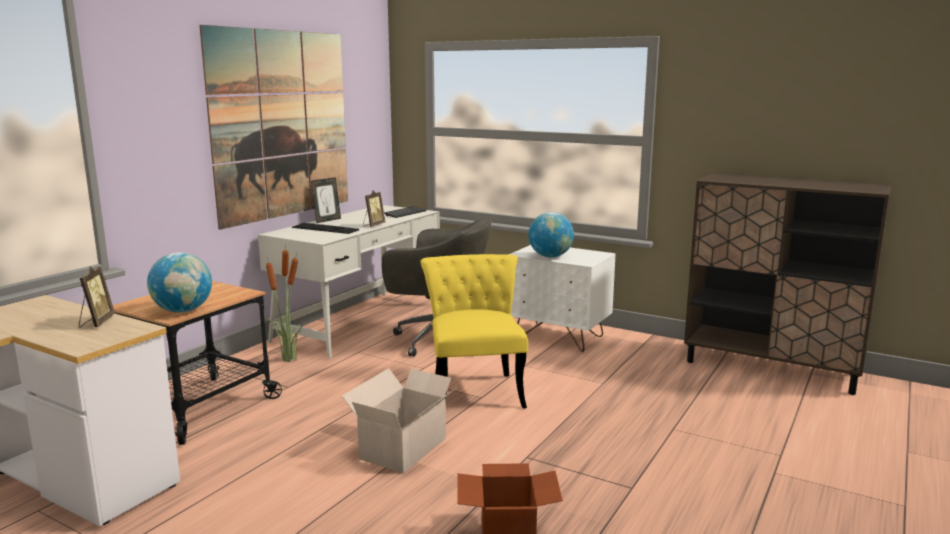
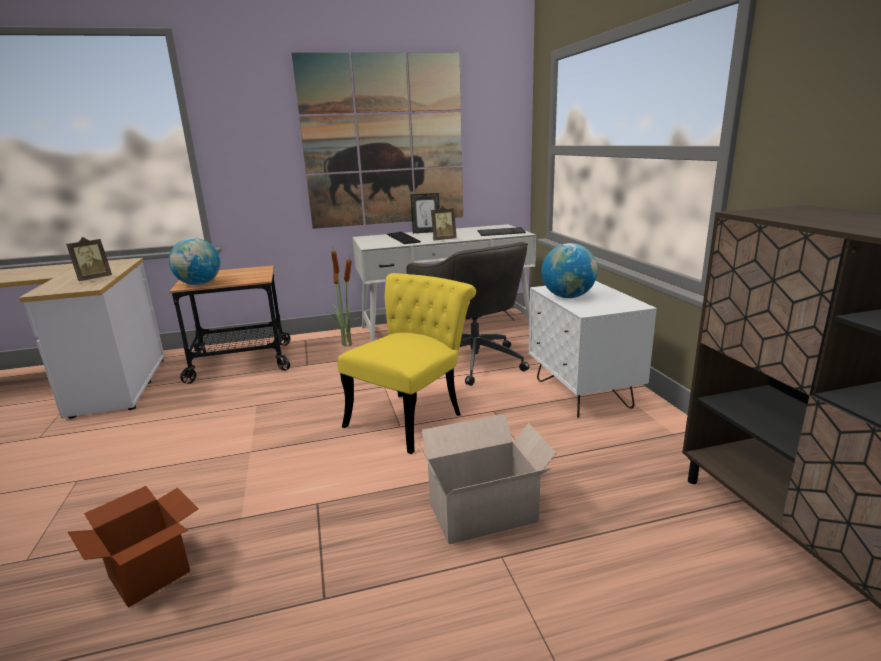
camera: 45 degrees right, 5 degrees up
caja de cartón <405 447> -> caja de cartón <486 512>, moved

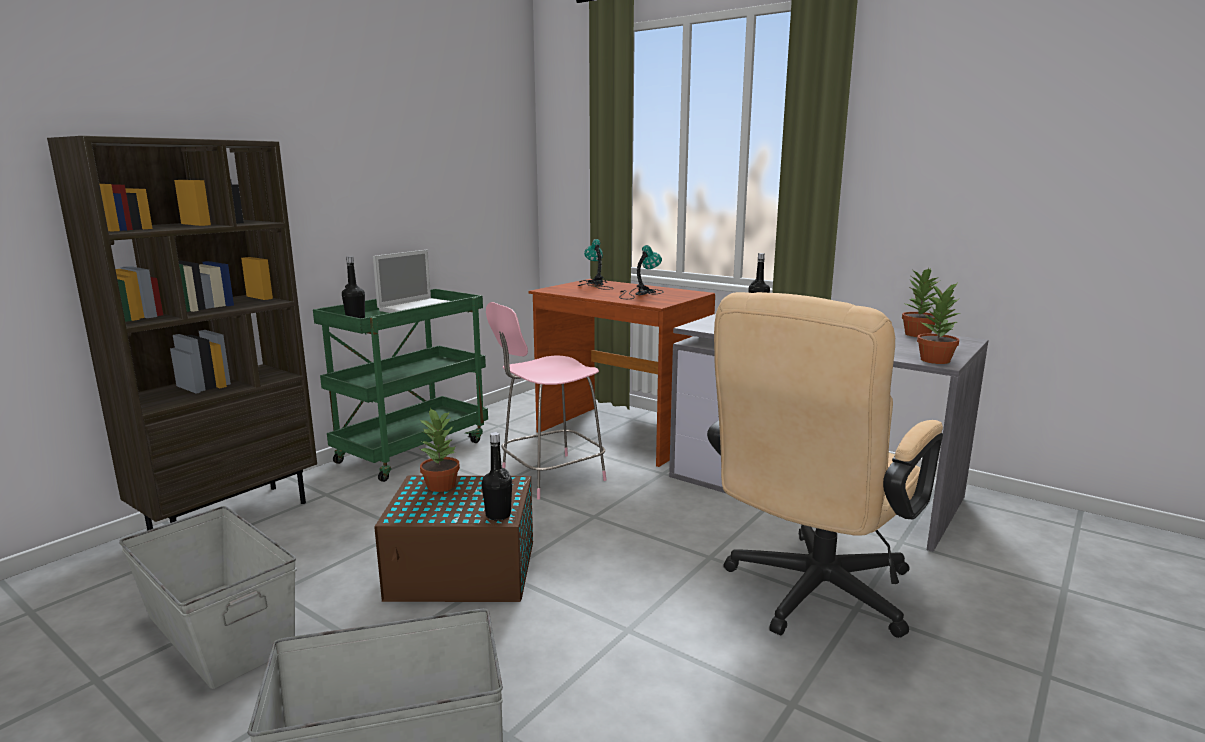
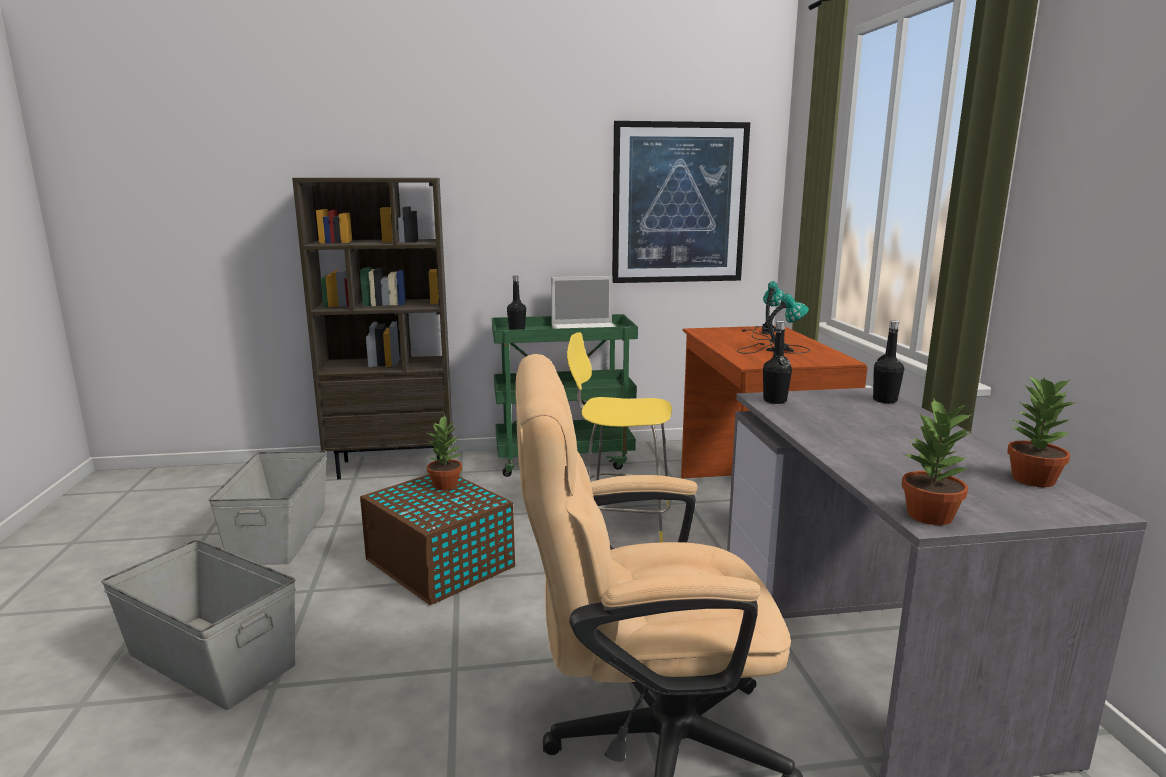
camera: 45 degrees right, 0 degrees up
taburete/rosa <549 476> -> taburete/amarillo <622 519>
botella/negro <498 515> -> botella/negro <775 401>, moved
none -> cuadro <679 203>

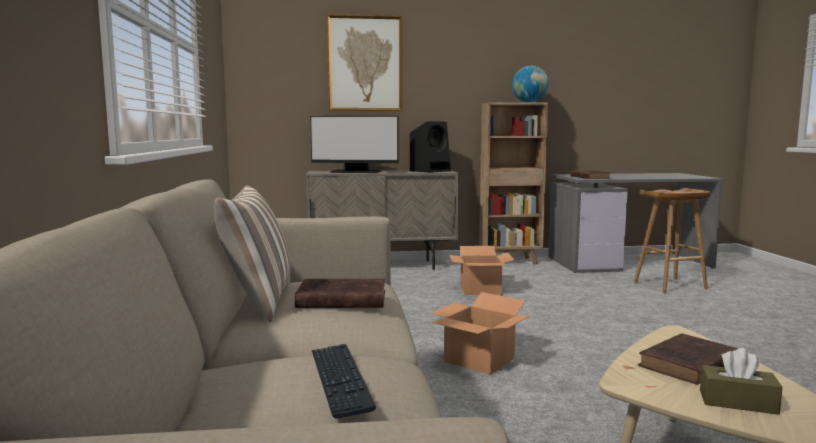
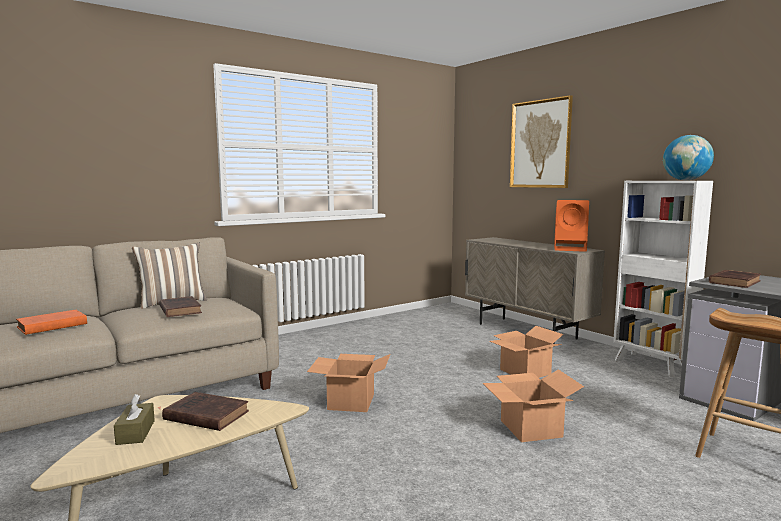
camera: 60 degrees right, 0 degrees up
estantería/marrón <510 261> -> estantería/blanco <652 365>
monitor <356 172> -> none
altavoz/negro <430 171> -> altavoz/naranja <571 249>
teclado <340 380> -> libro/naranja <50 326>
none -> caja de cartón <531 429>

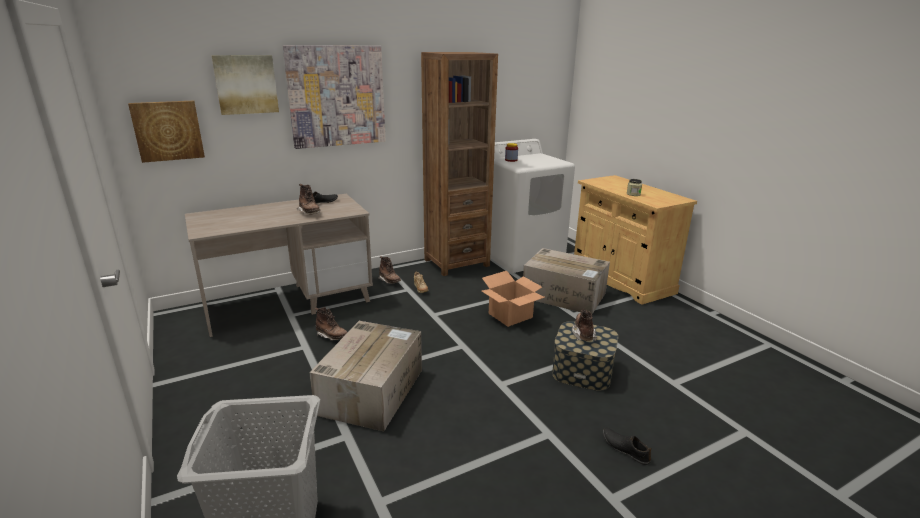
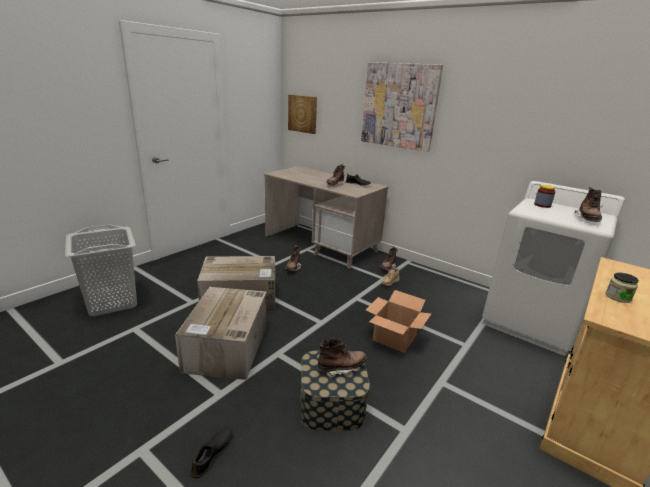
camera: 65 degrees right, 0 degrees up
estantería/marrón <456 262> -> none
cuadro <246 84> -> none
caja de cartón <565 295> -> caja de cartón <227 347>, moved
none -> bota/marrón <587 219>

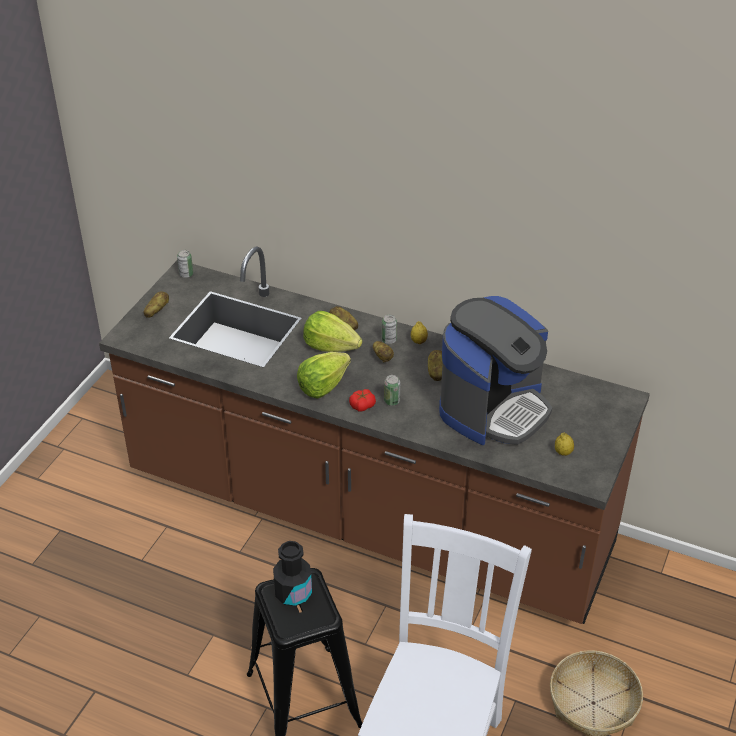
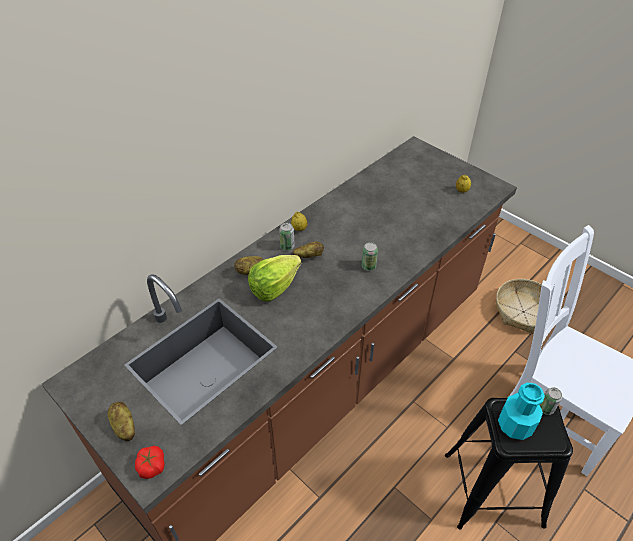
camera: 70 degrees left, 5 degrees up
lata <186 274> -> lata <546 408>, moved
cafetera <493 408> -> none
patata <436 372> -> none
lechuga <323 386> -> none
tomate <362 405> -> tomate <151 466>, moved
botella/negro <293 593> -> botella/turquesa <515 425>

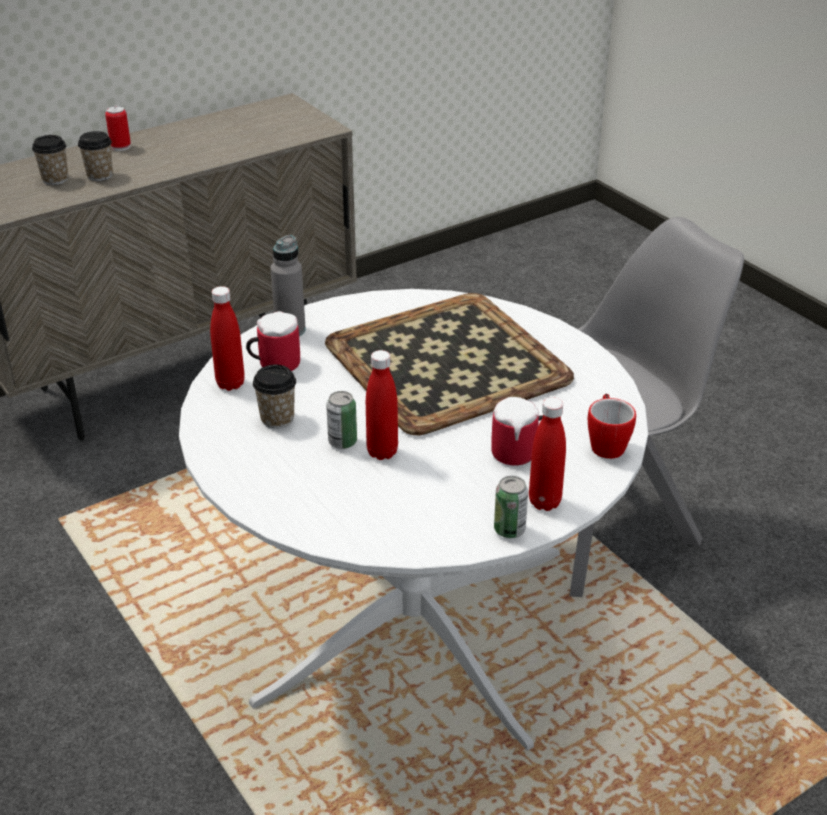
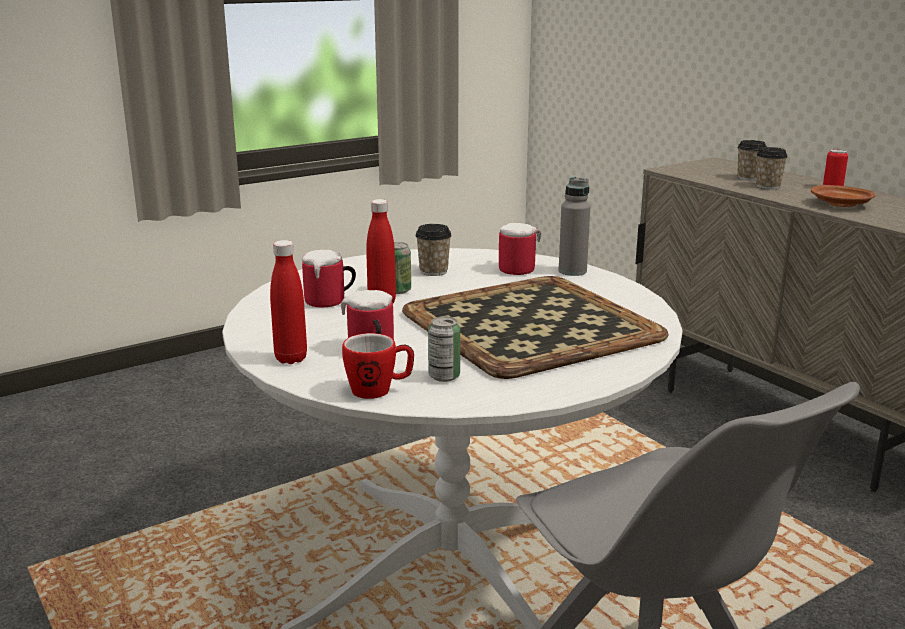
camera: 90 degrees right, 15 degrees down
botella/rojo <230 384> -> none
lata <509 530> -> lata <444 376>, moved
none -> plato/marrón <841 204>
none -> taza grande <330 301>

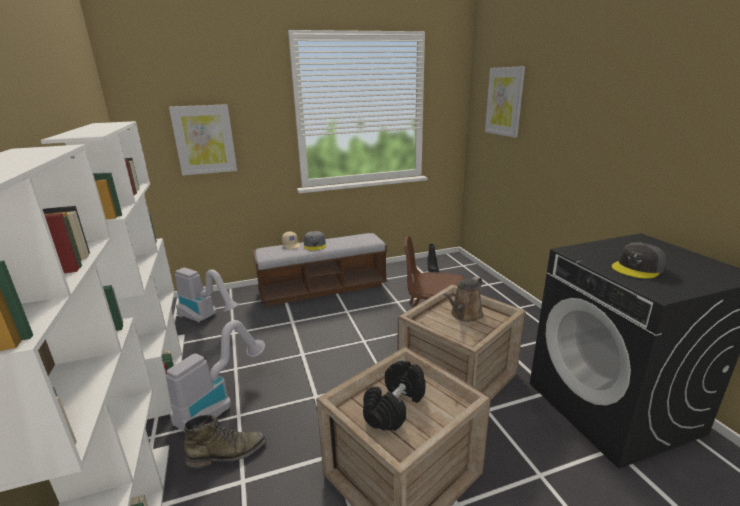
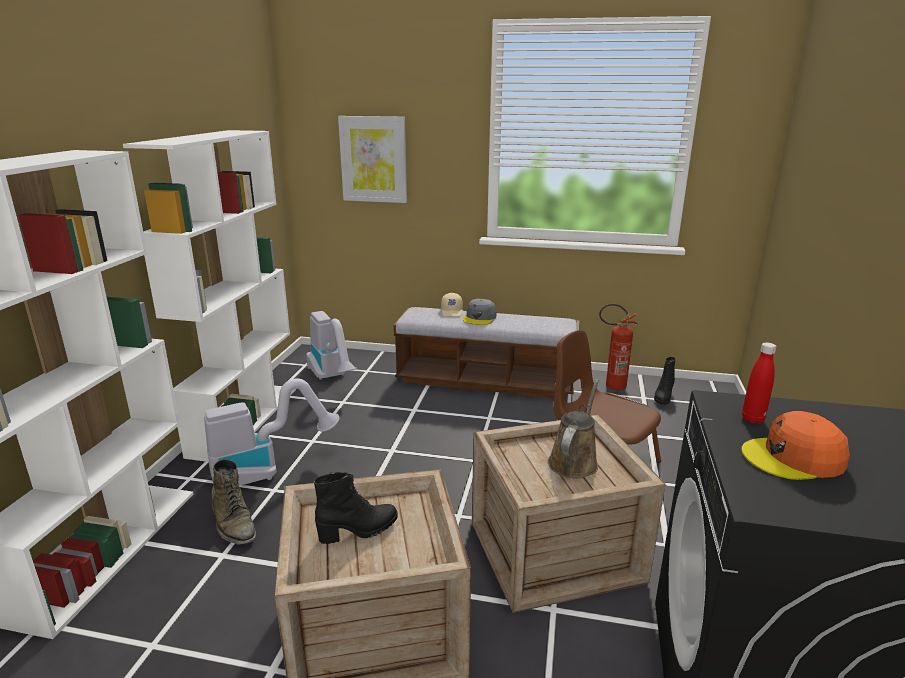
camera: 30 degrees right, 0 degrees up
cuadro <504 101> -> none
gorra/gris <638 268> -> gorra/naranja <793 458>
regadera/marrón <465 315> -> regadera/marrón <574 461>, 135 degrees clockwise
mancuerna/negro <394 406> -> bota/negro <359 530>
bota/verde <227 453> -> bota/verde <233 522>, 45 degrees clockwise
none -> extintor <610 386>
none -> botella/rojo <752 419>

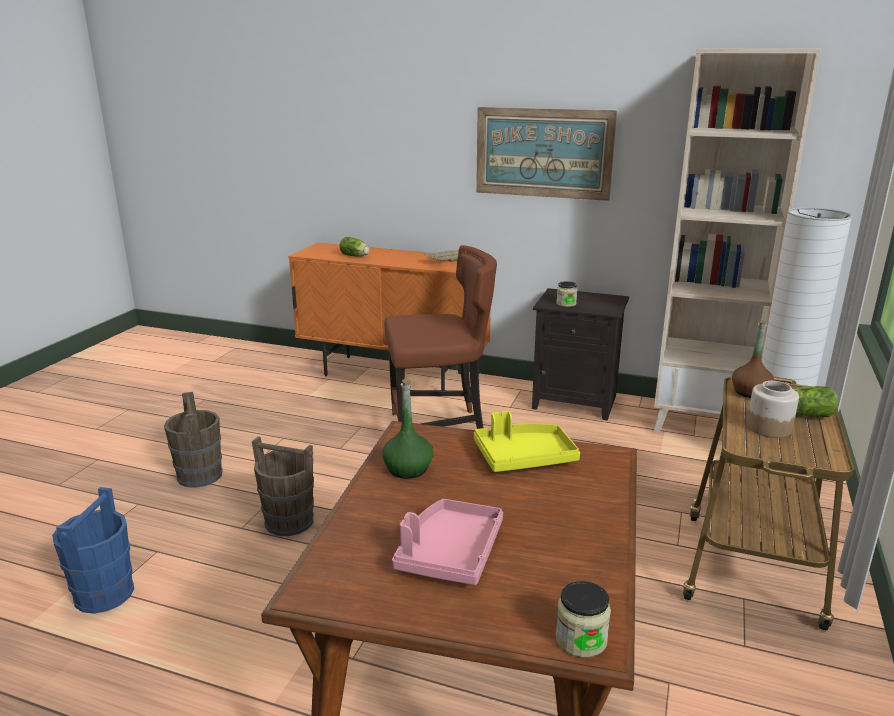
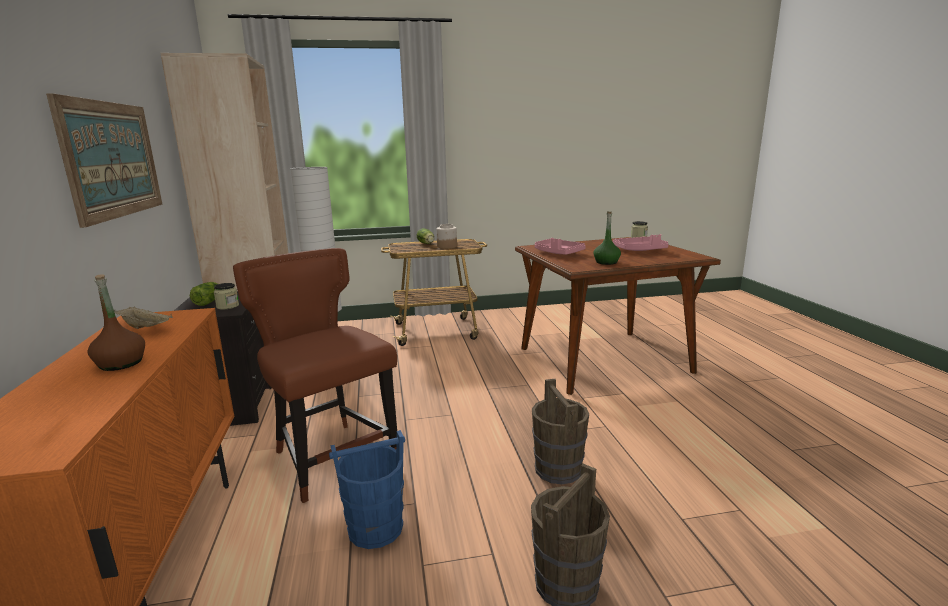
camera: 120 degrees left, 5 degrees down
lechuga <355 256> -> lechuga <210 301>, moved
botella/marrón <750 392> -> botella/marrón <121 363>, moved
bandeja/amarillo <523 457> -> bandeja/rosa <558 253>
cubo/azul <104 593> -> cubo/azul <375 528>, moved

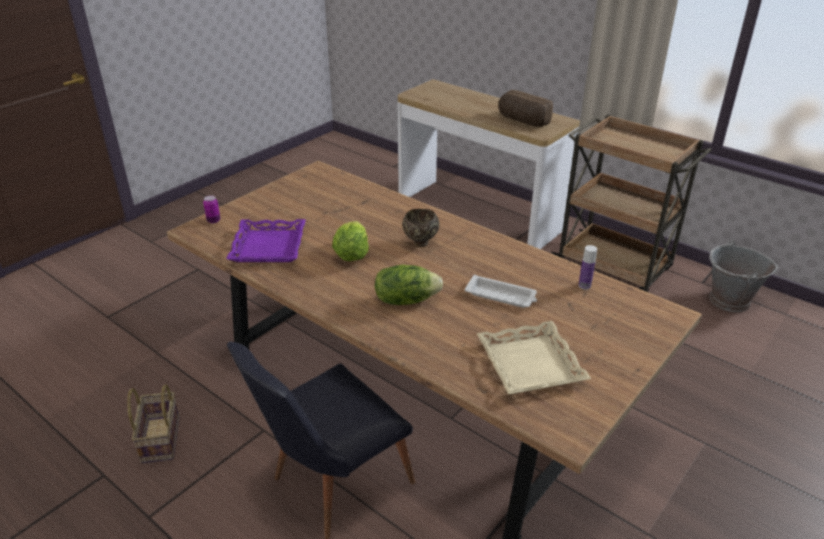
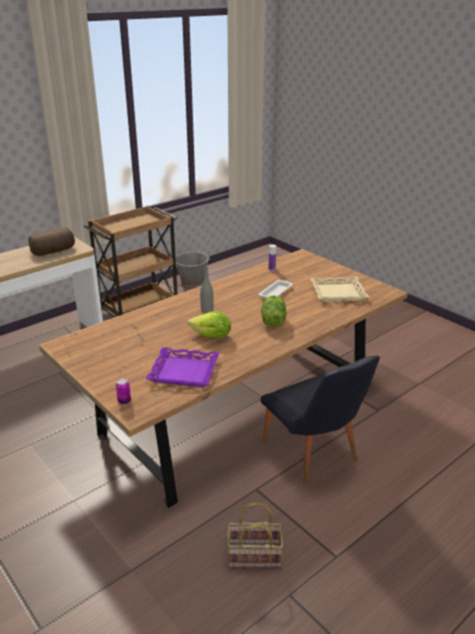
camera: 80 degrees left, 5 degrees down
cuenco/marrón <420 243> -> botella/gris <207 310>

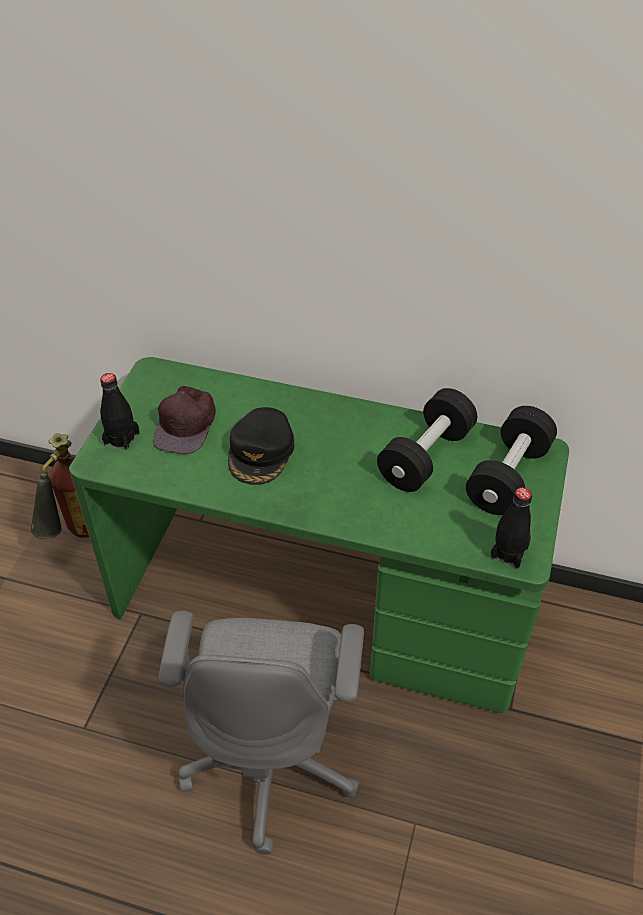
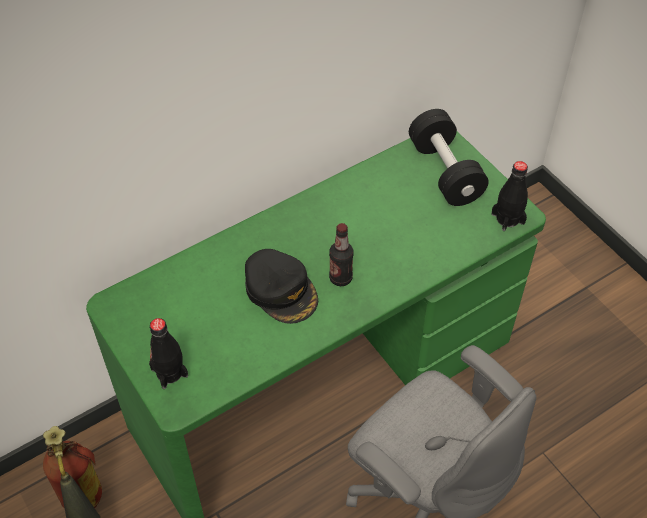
camera: 50 degrees left, 5 degrees up
gorra/marrón <186 424> -> none
mancuerna/negro <426 456> -> none
none -> botella <340 278>

